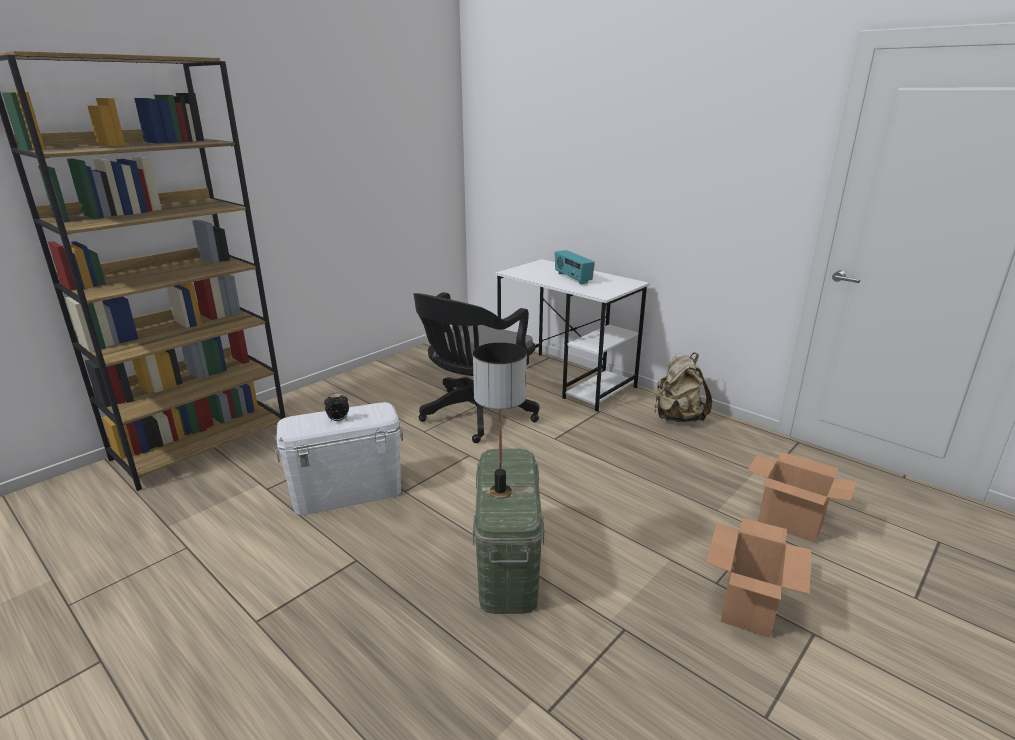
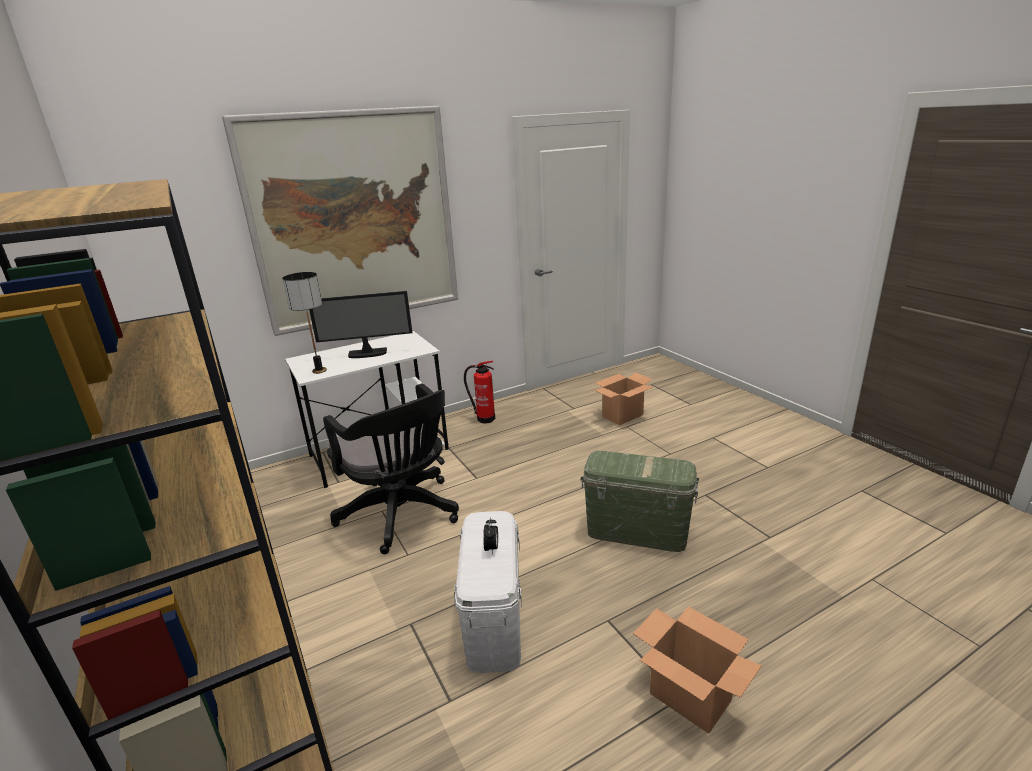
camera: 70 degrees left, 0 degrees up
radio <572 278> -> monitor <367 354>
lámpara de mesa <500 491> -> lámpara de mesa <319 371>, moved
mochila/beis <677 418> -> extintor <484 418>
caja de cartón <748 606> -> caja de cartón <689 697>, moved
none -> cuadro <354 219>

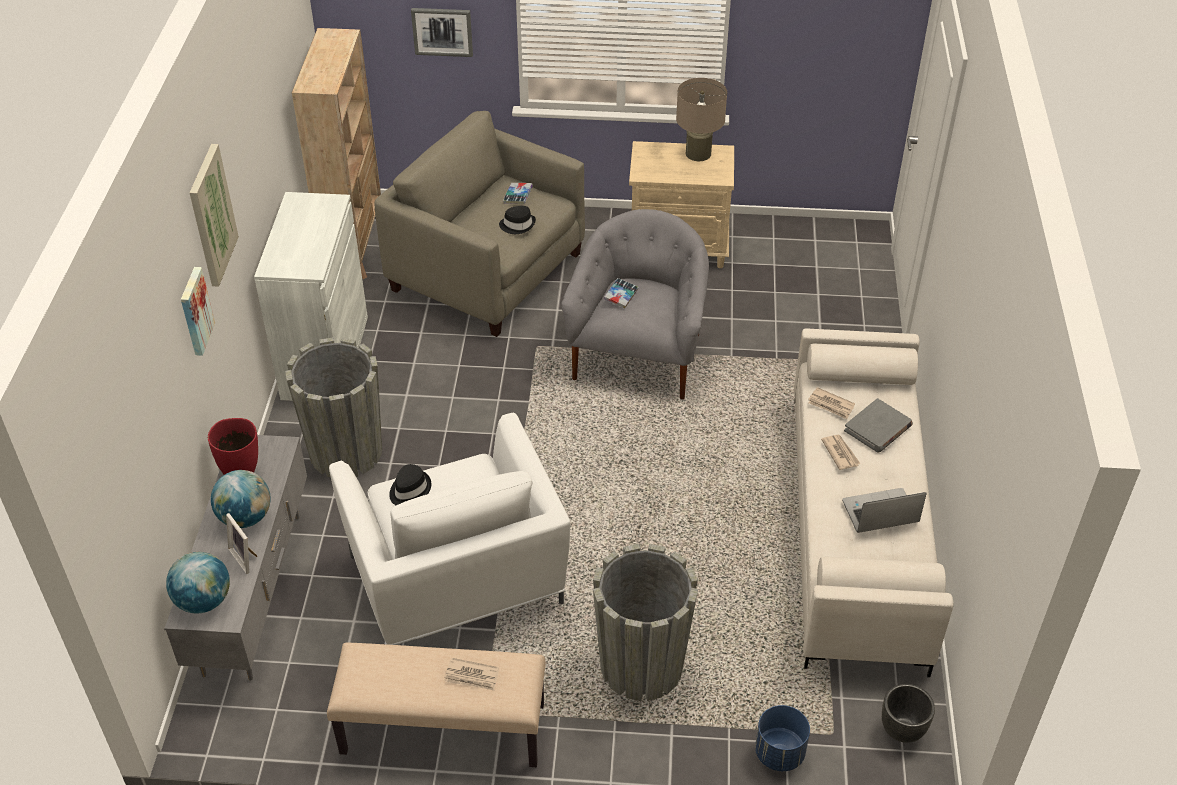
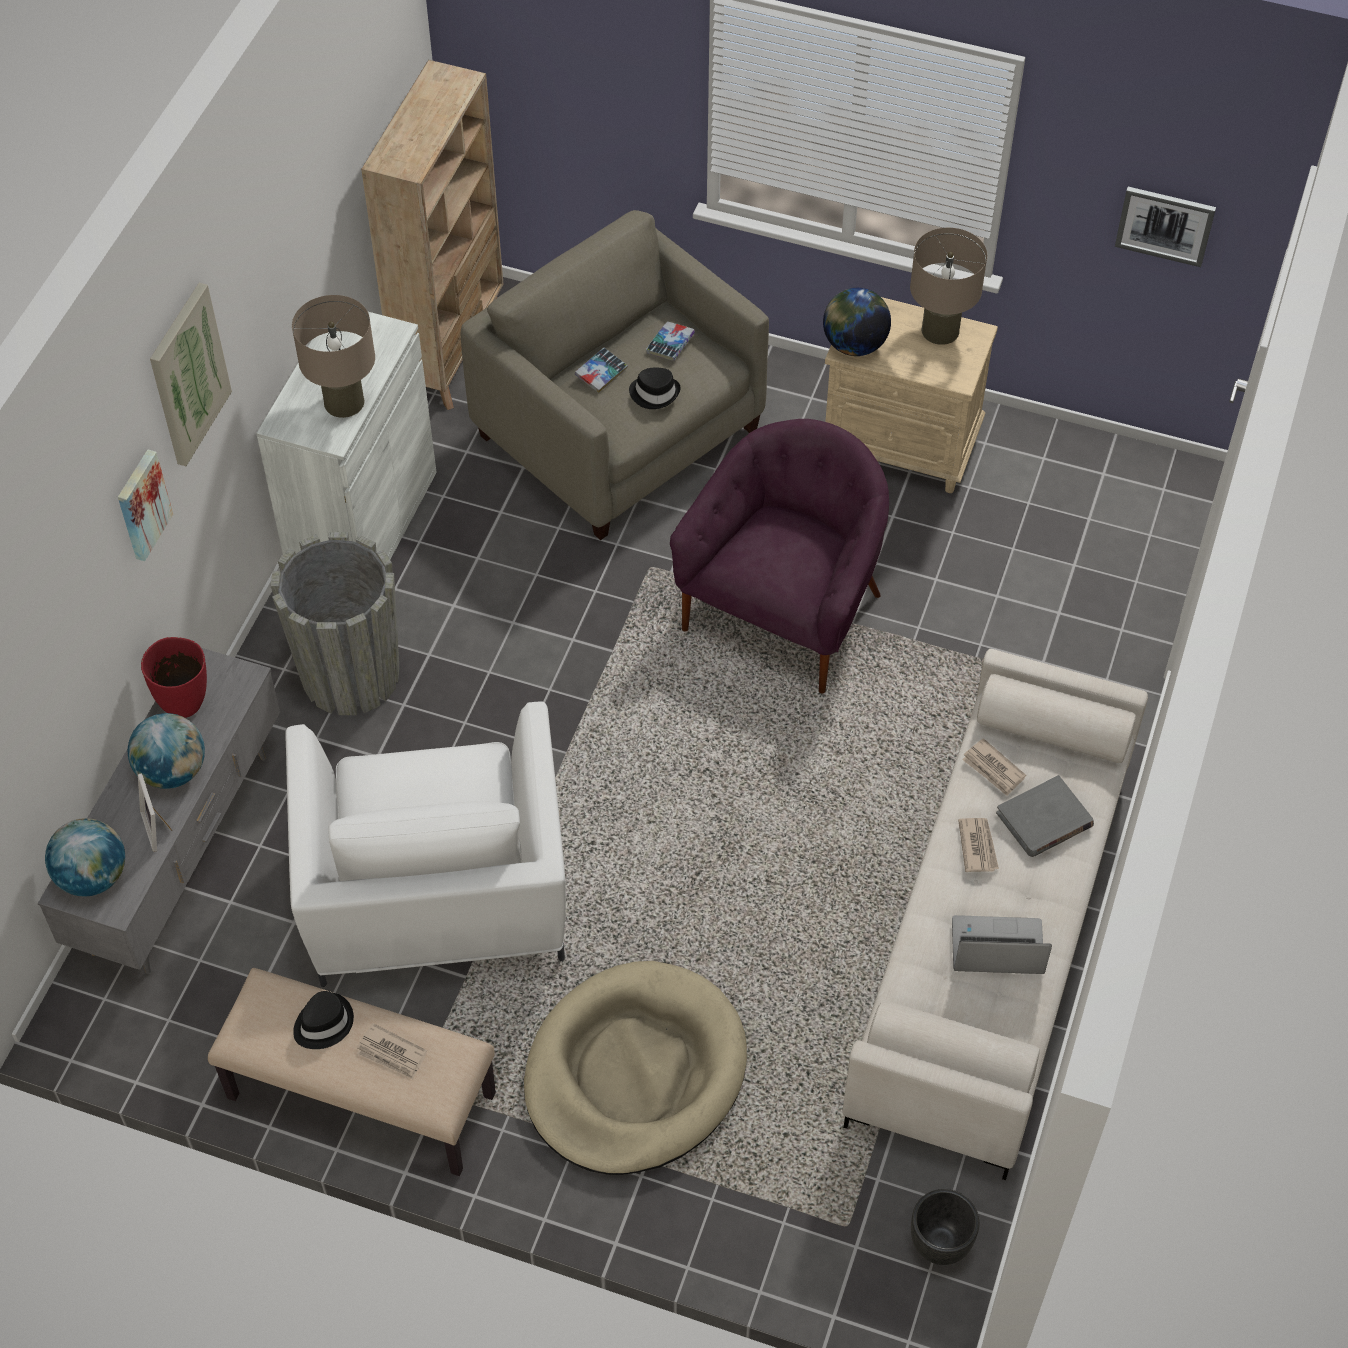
camera: 15 degrees right, 10 degrees up
cuadro <442 31> -> cuadro <1165 225>, moved
sillón/gris <638 356> -> sillón/morado <785 612>
libro <621 296> -> libro <601 373>, moved
sombrero/negro <409 490> -> sombrero/negro <323 1023>, moved
maceta/gris <641 666> -> cama para perro/beis <635 1073>
maceta/azul <779 753> -> none
none -> globo terráqueo <854 345>
none -> lámpara de mesa/beis <344 402>

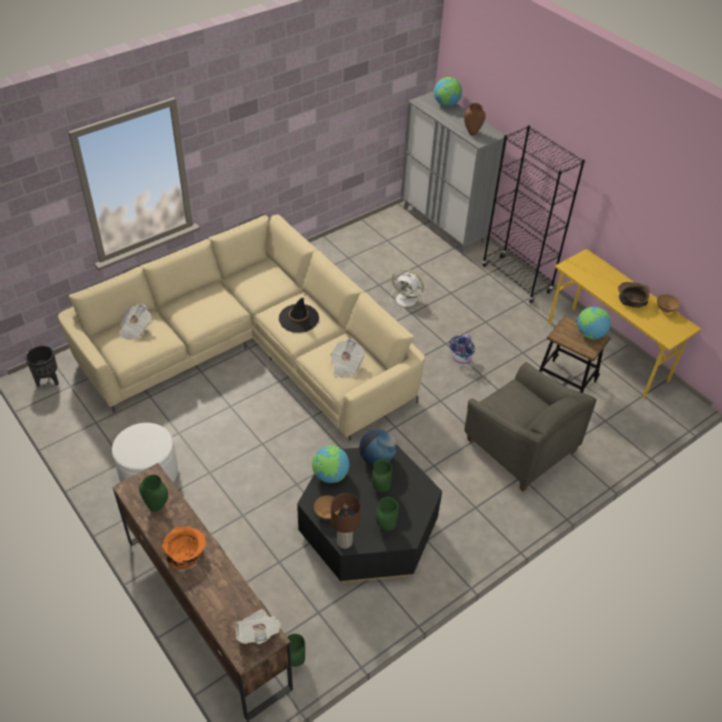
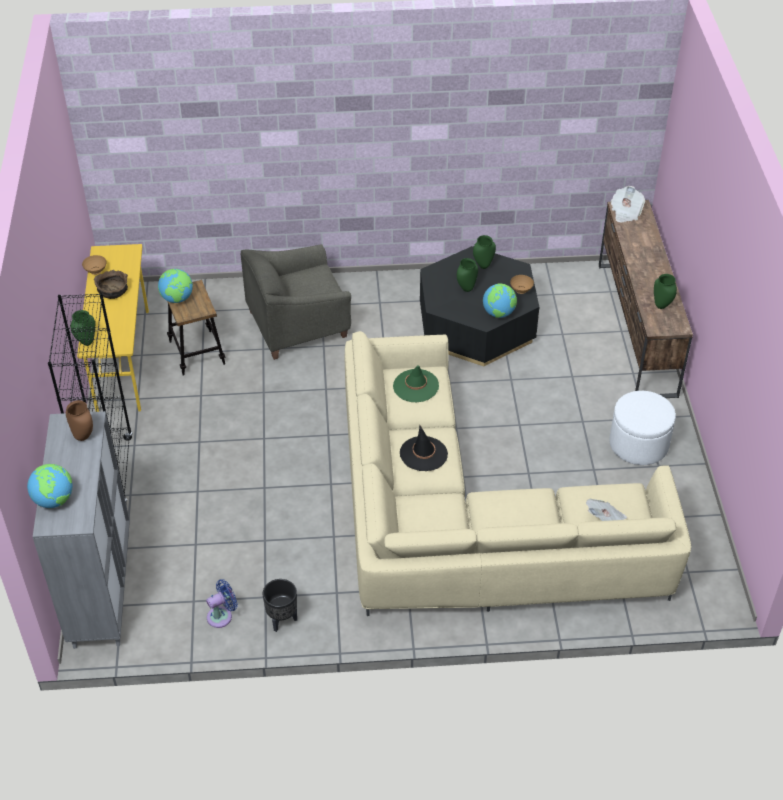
camera: 145 degrees left, 0 degrees up
ventilador/blanco <407 300> -> none
ventilador/azul <461 358> -> ventilador/azul <222 616>, moved
periódico <346 365> -> sombrero/verde <415 386>
maceta/negro <48 381> -> maceta/negro <282 620>, moved
sillón/gris <519 447> -> sillón/gris <298 325>, 105 degrees counterclockwise
globo terráqueo <376 458> -> none
lámpara de mesa/marrón <345 542> -> none
cuenco/naranja <186 552> -> none
florero/verde <296 661> -> florero/verde <86 342>, moved

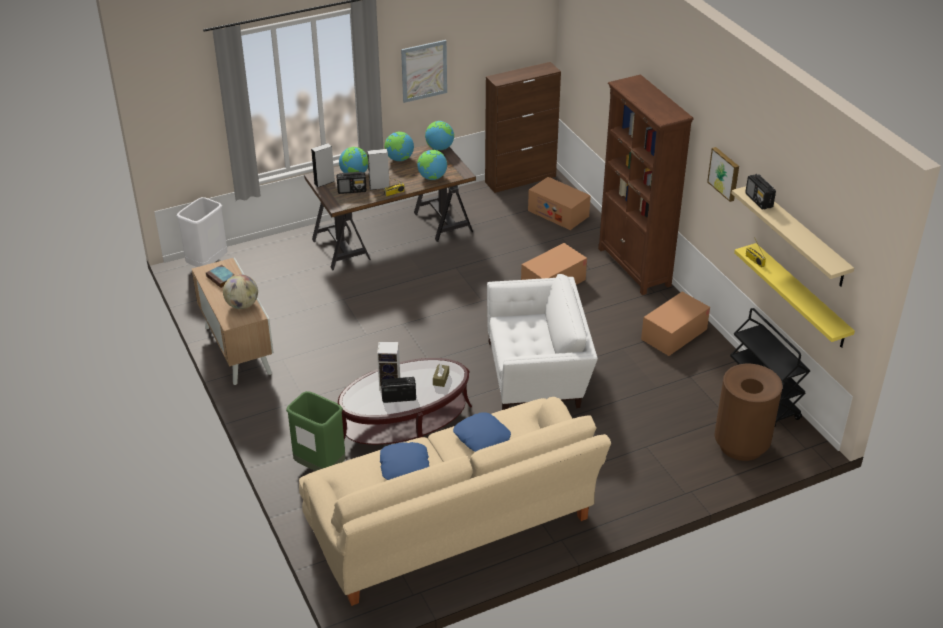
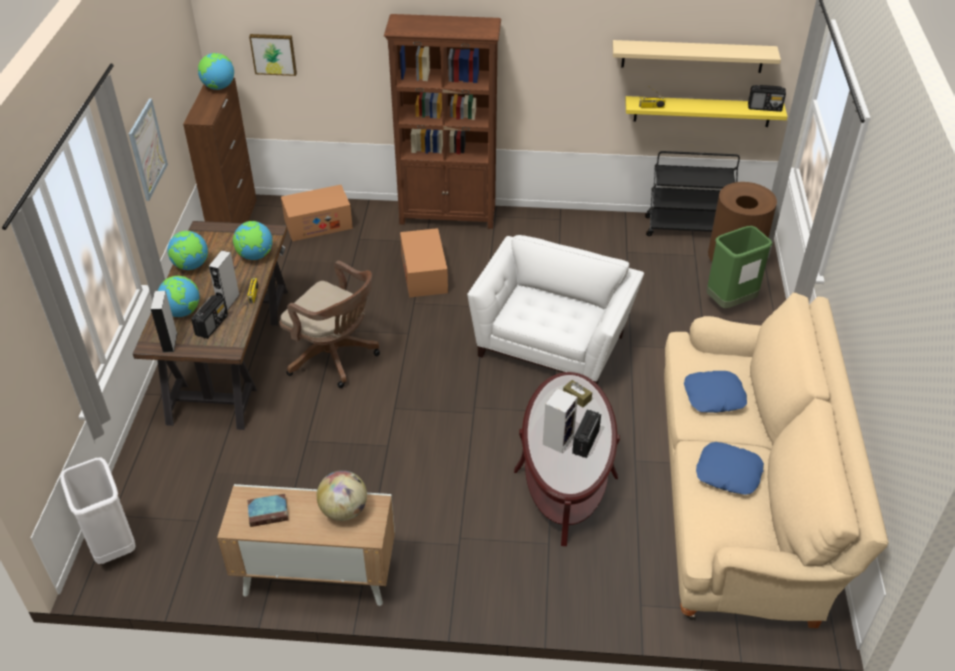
camera: 60 degrees left, 5 degrees up
globo terráqueo <439 148> -> globo terráqueo <218 87>, moved
cuadro <725 173> -> cuadro <273 53>, moved
radio <759 201> -> radio <765 107>, moved
caja de cartón <674 334> -> none
papelera/verde <320 467> -> papelera/verde <730 302>, moved
none -> silla de oficina/marrón <335 357>

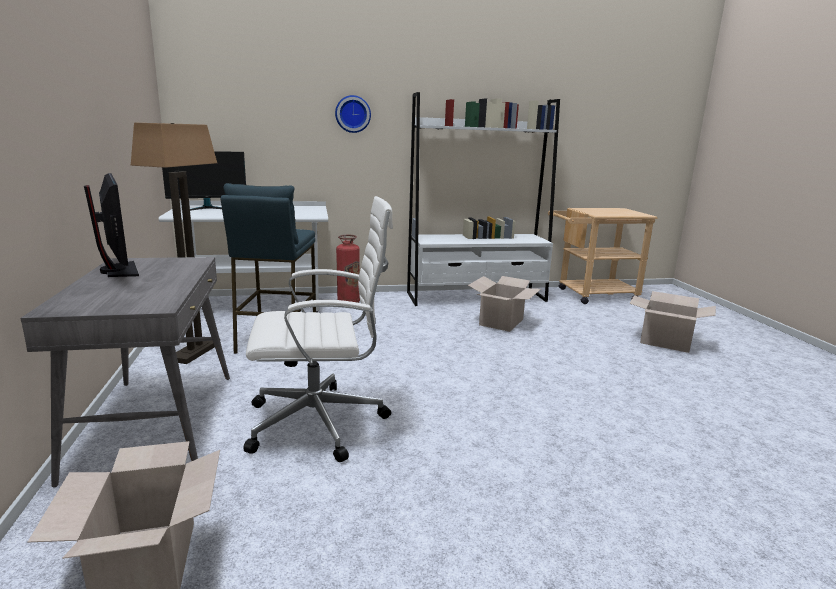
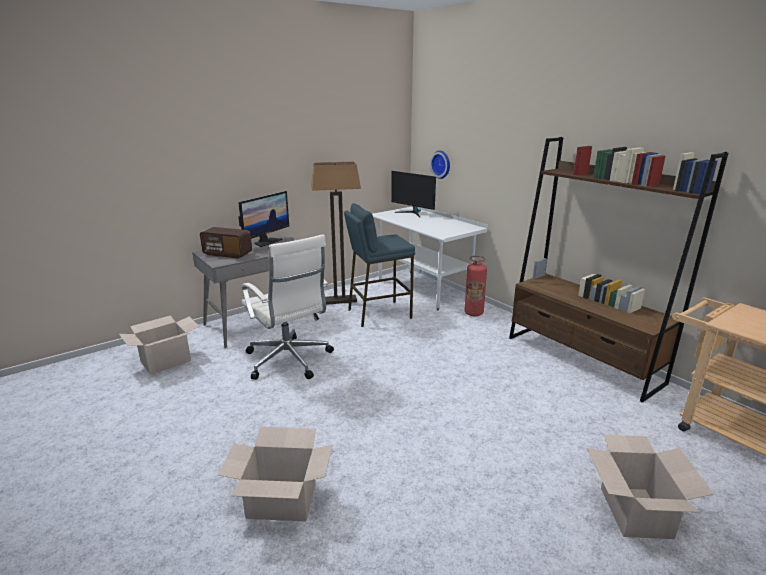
camera: 65 degrees right, 5 degrees up
estantería/blanco <477 297> -> estantería/marrón <582 359>
reloj de pared <352 114> -> reloj de pared <442 164>, moved
caja de cartón <501 322> -> caja de cartón <282 500>, moved
none -> radio <227 254>

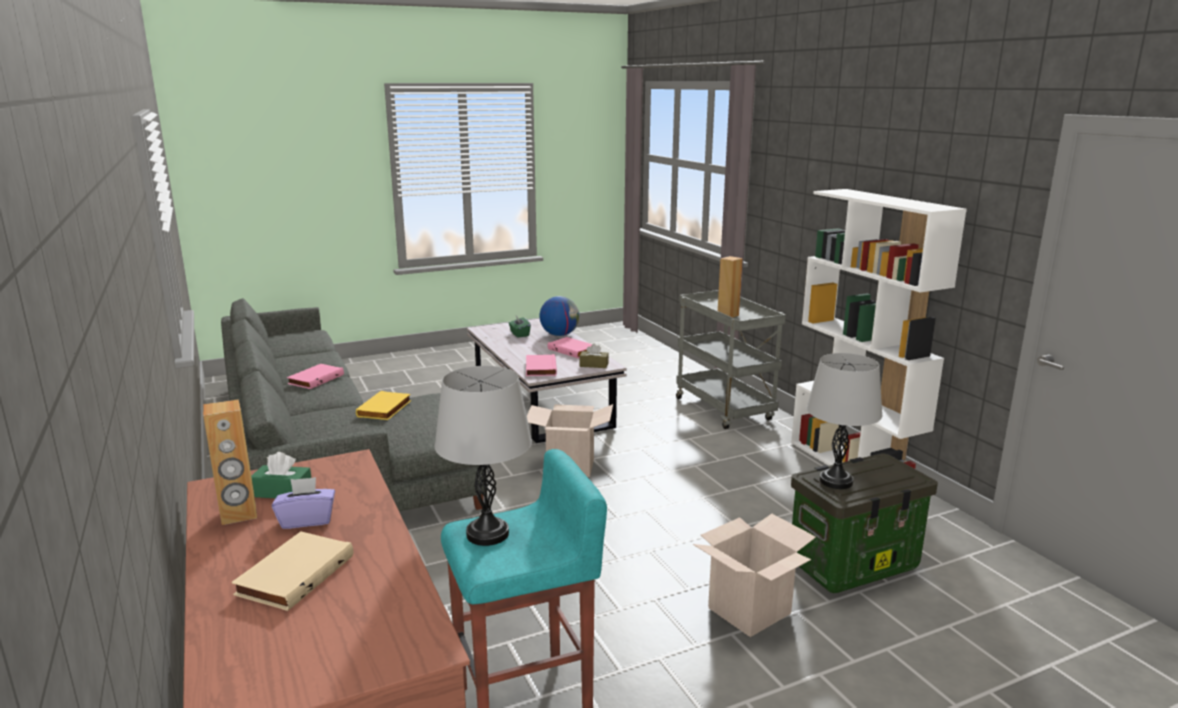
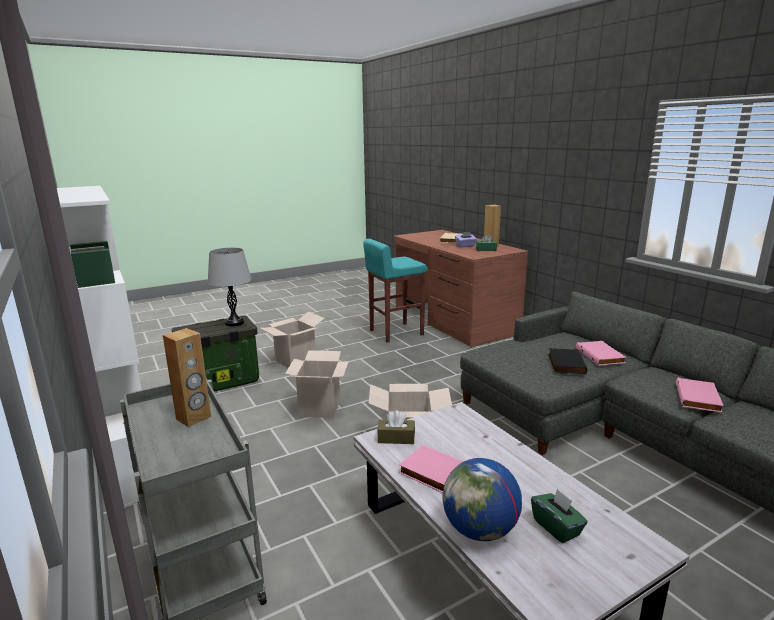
camera: 175 degrees right, 0 degrees up
libro/rosa <539 368> -> libro/rosa <600 356>, moved
lámpara de mesa/gris <487 534> -> none
libro/amarillo <385 409> -> libro/negro <565 363>
none -> caja de cartón <320 408>

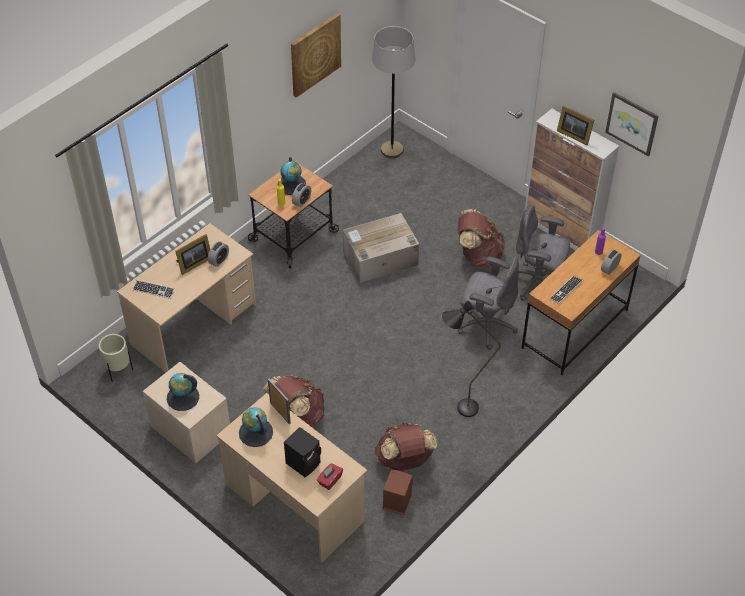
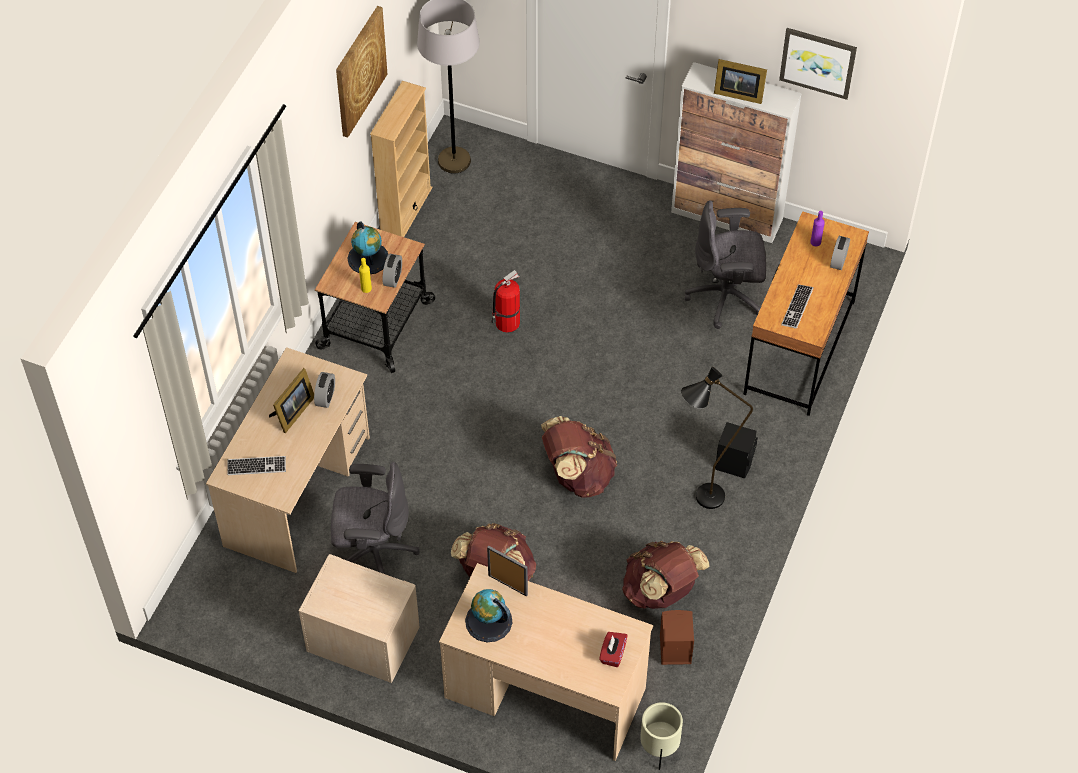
camera: 20 degrees left, 5 degrees up
mochila/marrón <478 255> -> mochila/marrón <577 475>, moved
caja de cartón <379 258> -> extintor <506 323>
silla de oficina/gris <486 325> -> silla de oficina/gris <373 554>, moved
maceta/beis <118 371> -> maceta/beis <659 750>, moved
globo terráqueo <183 397> -> none
altavoz/negro <304 462> -> altavoz/negro <734 462>, moved
none -> estantería/beis <406 210>

